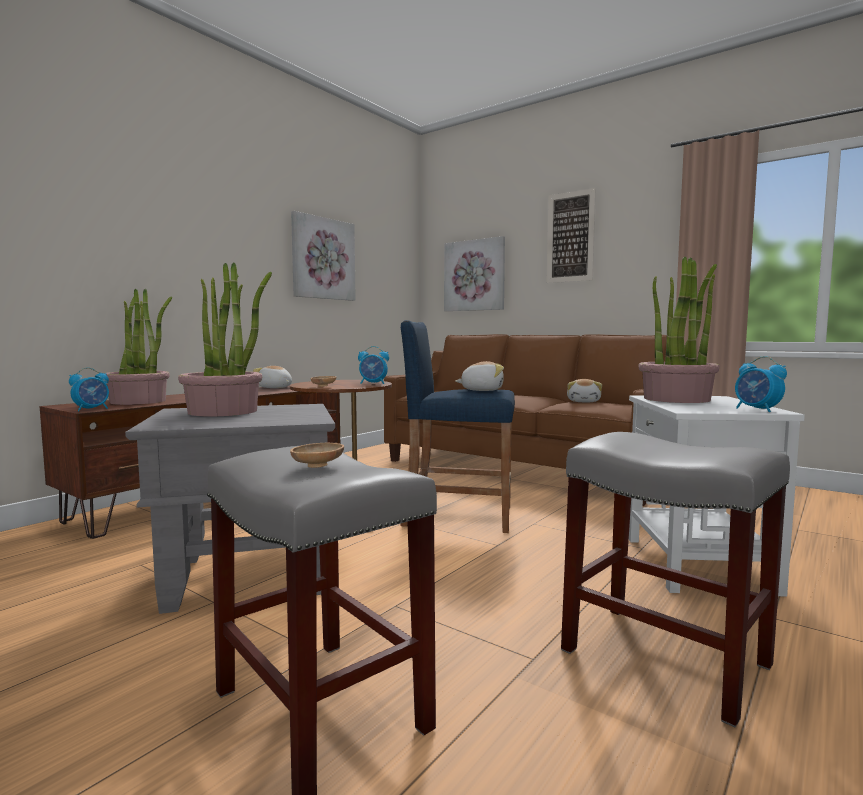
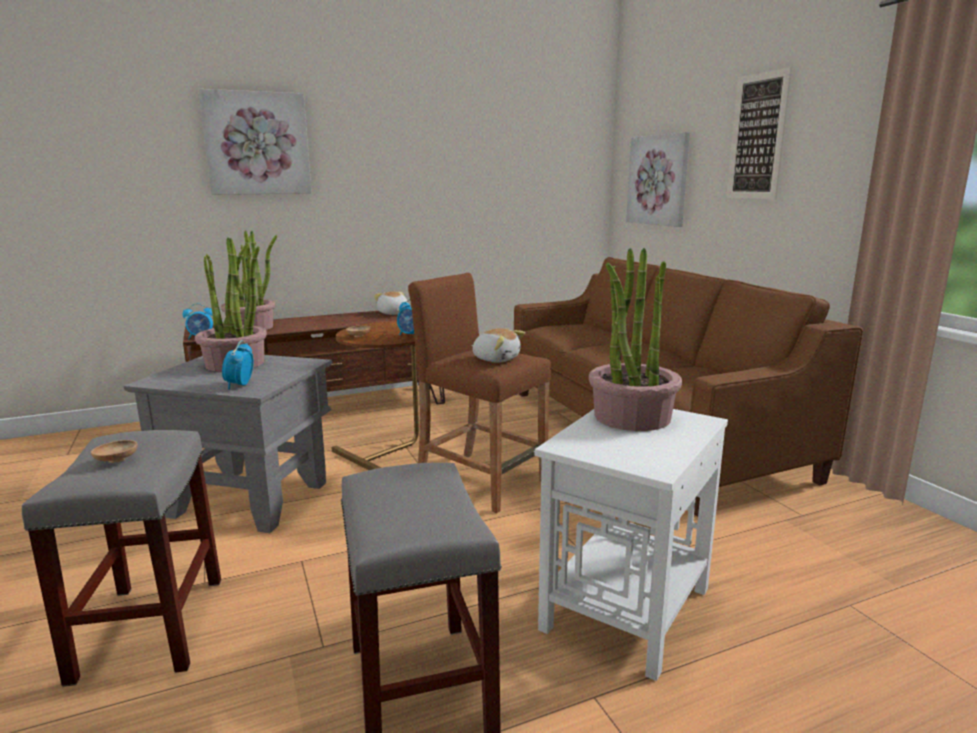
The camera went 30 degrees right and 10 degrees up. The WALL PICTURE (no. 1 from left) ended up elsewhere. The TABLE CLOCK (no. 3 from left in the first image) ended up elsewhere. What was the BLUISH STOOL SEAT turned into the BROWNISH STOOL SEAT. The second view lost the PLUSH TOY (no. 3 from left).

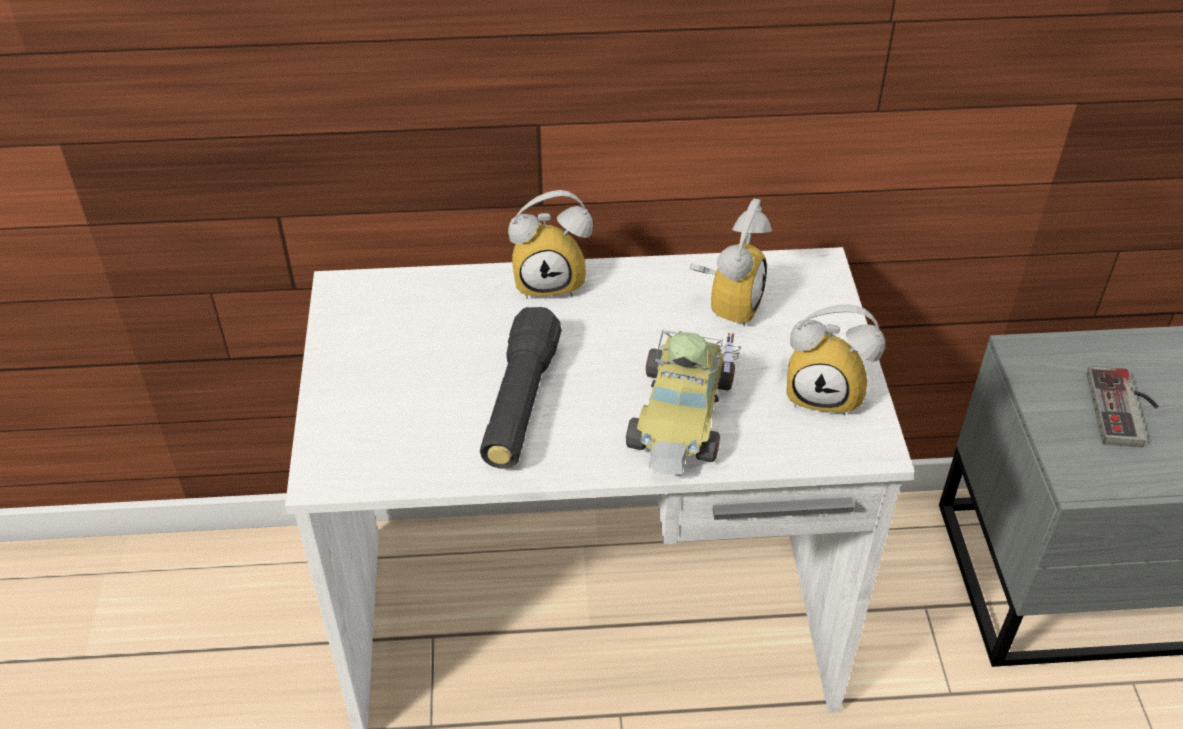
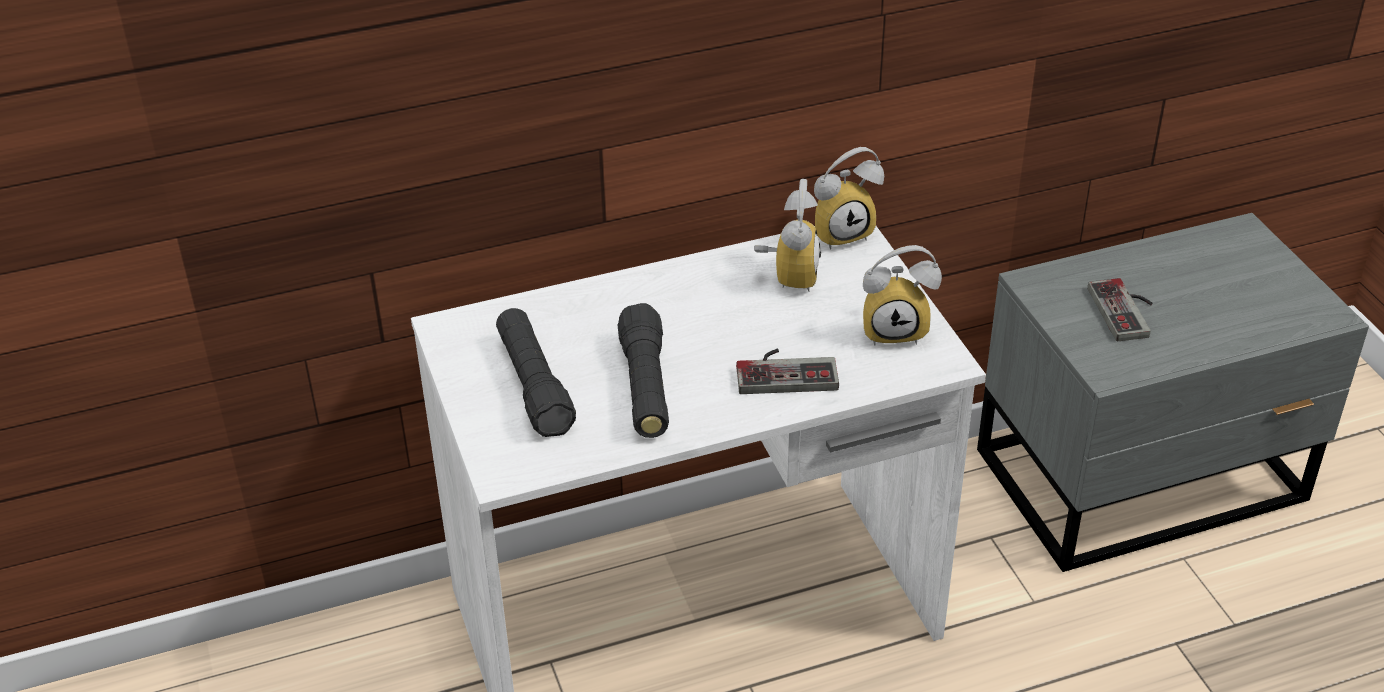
The camera went 15 degrees left and 5 degrees down. The second view gained the BLACKISH TORCH (no. 1 from left). Where the TOY CAR stood, the GAMEPAD (no. 1 from left) came to stand. The TABLE CLOCK (no. 1 from left in the first image) ended up elsewhere.

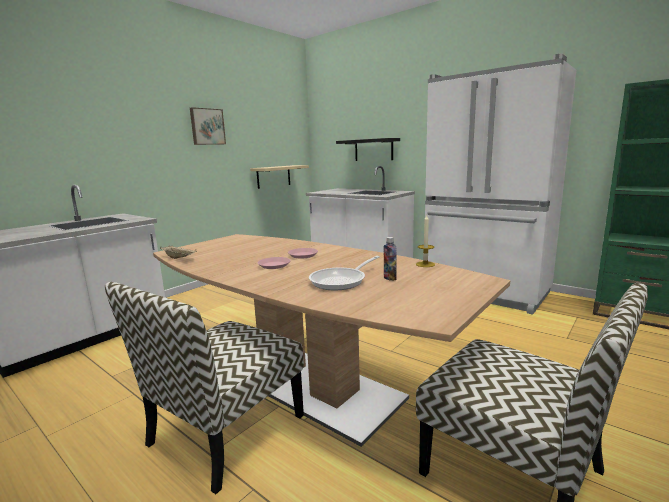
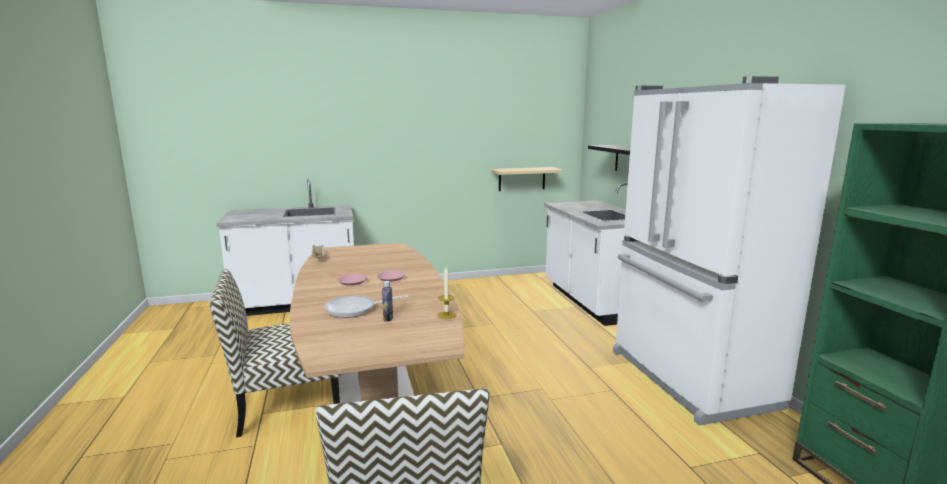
The camera went 35 degrees right and 0 degrees up. The second view lost the WALL PICTURE.

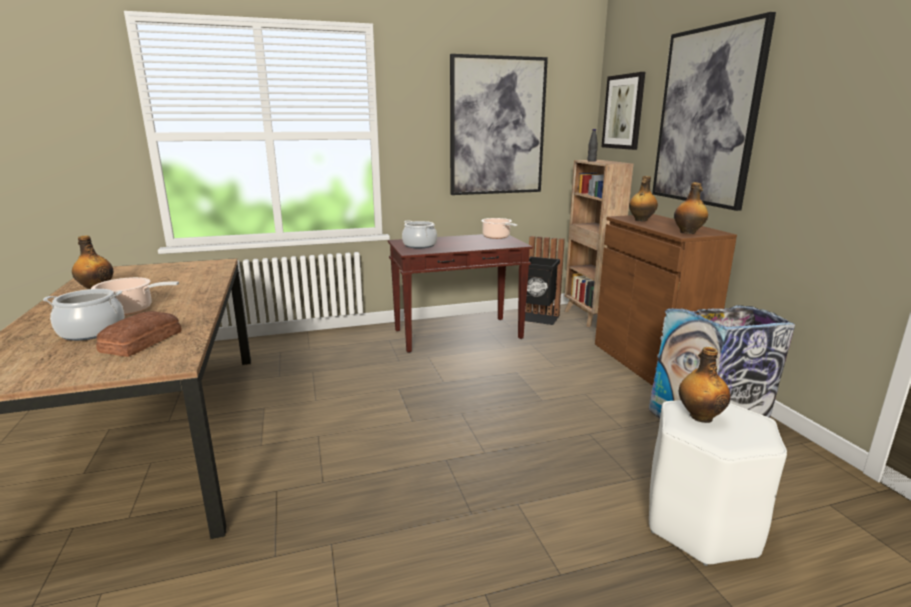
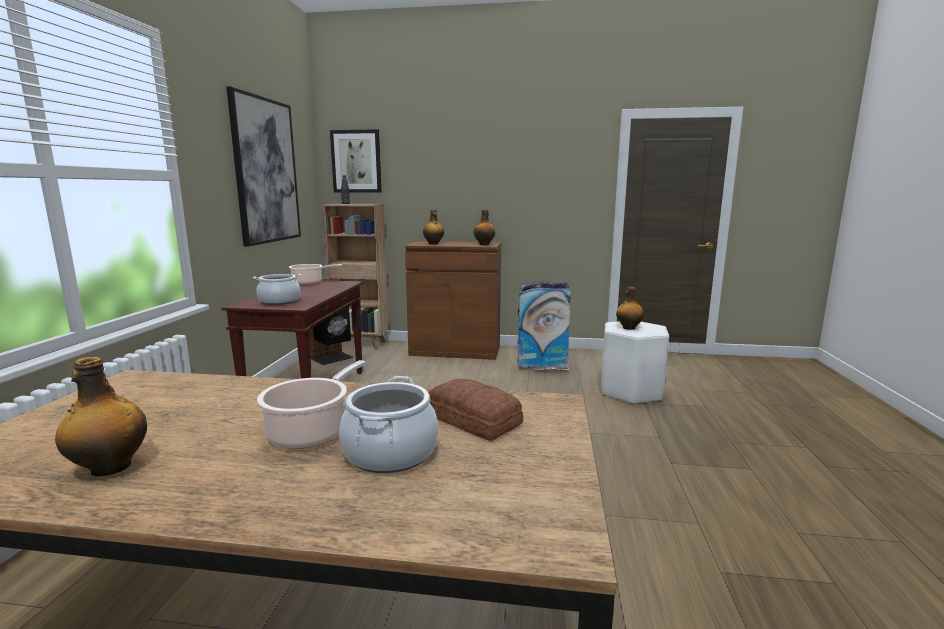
The camera went 65 degrees left and 5 degrees down. The second view lost the WALL PICTURE (no. 3 from left).

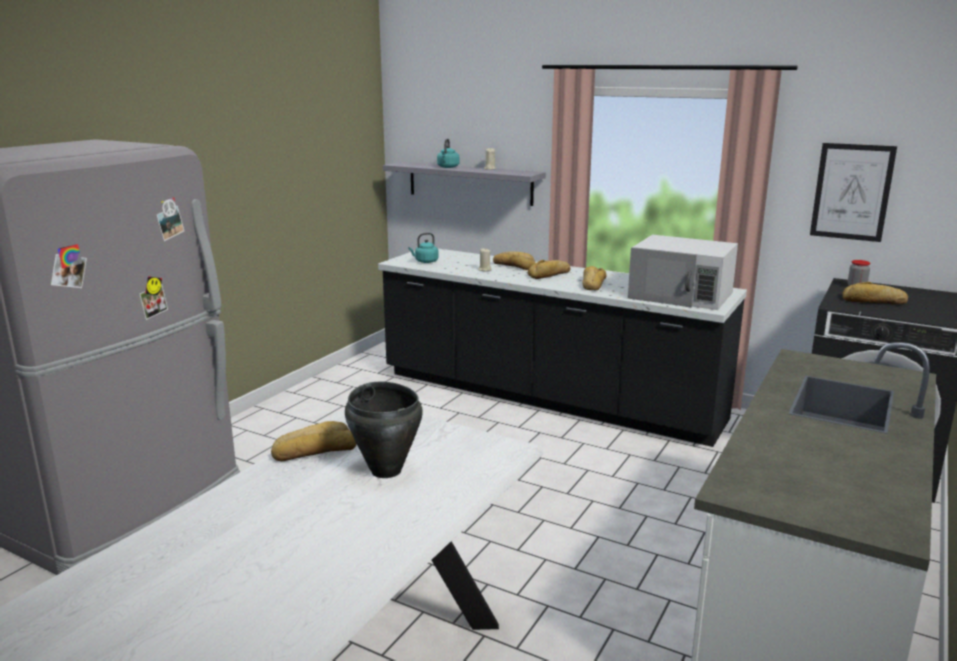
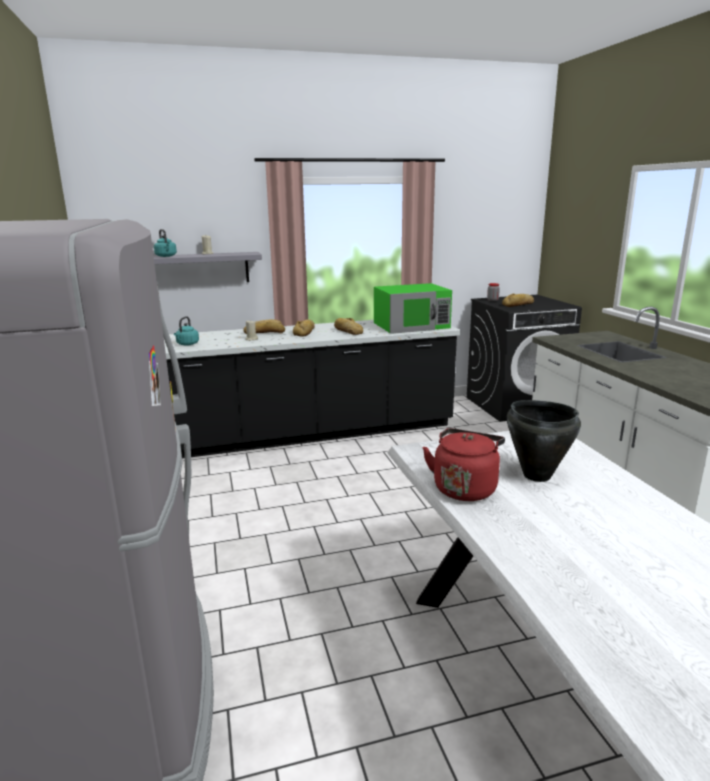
The camera went 45 degrees left and 0 degrees up. What was the WHITE MICROWAVE turned into the GREENISH MICROWAVE. Where the BREAD (no. 1 from left) stood, the RED-COLOURED KETTLE came to stand. The second view lost the WALL PICTURE.

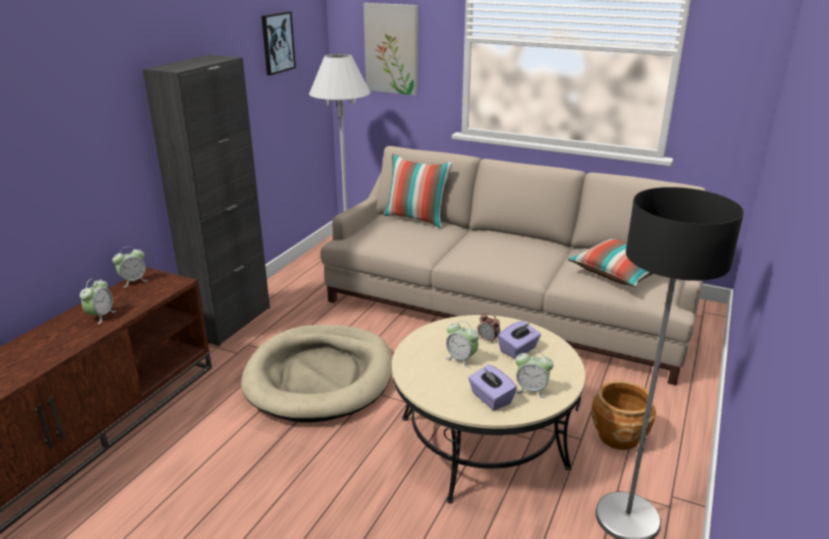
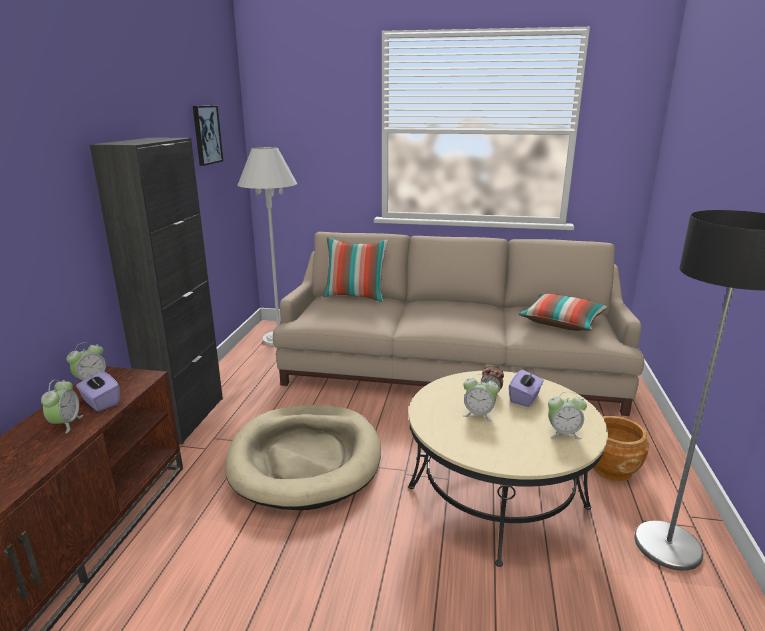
The camera went 15 degrees left and 5 degrees down. The PURPLE-COLOURED BOX OF TISSUES (no. 1 from left) ended up elsewhere. The second view lost the WALL PICTURE (no. 2 from left).

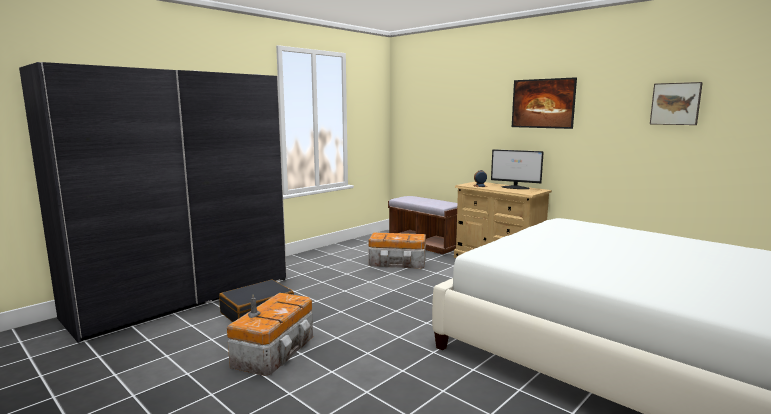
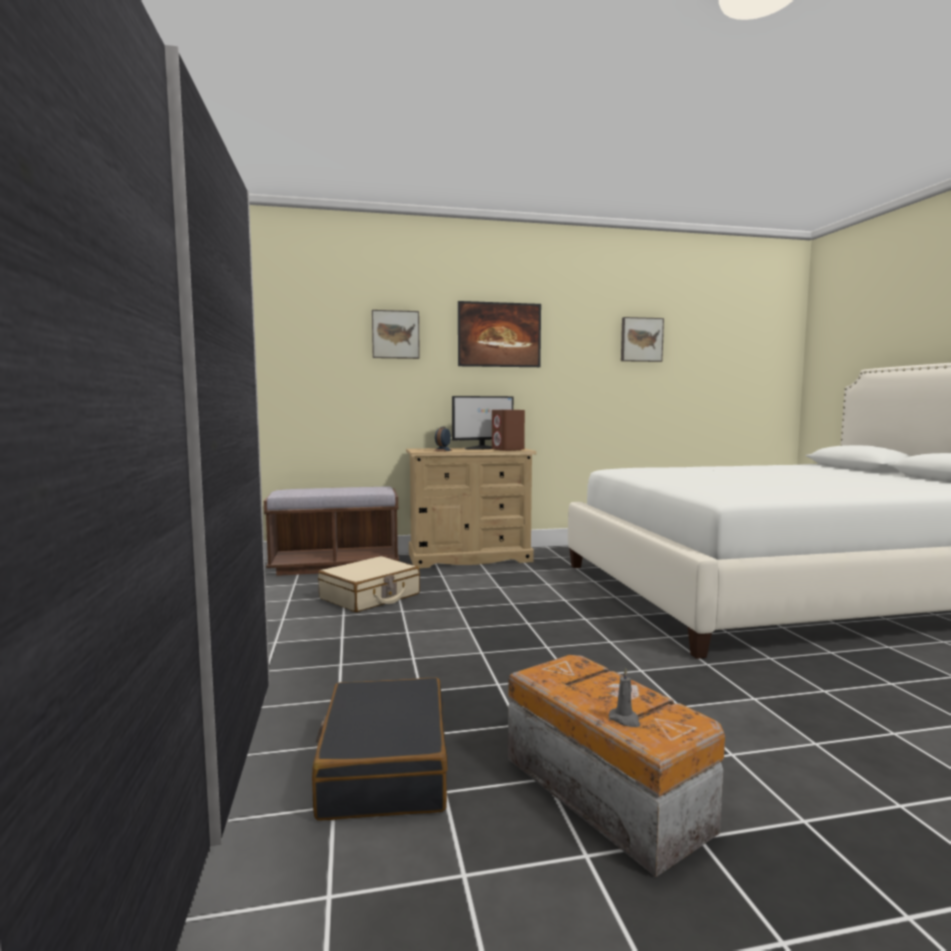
The camera went 55 degrees left and 5 degrees down. Where the STORAGE BIN (no. 2 from left) stood, the SAND-COLOURED SUITCASE came to stand. The second view gained the WALL PICTURE (no. 1 from left). The second view gained the BROWNISH LOUDSPEAKER.

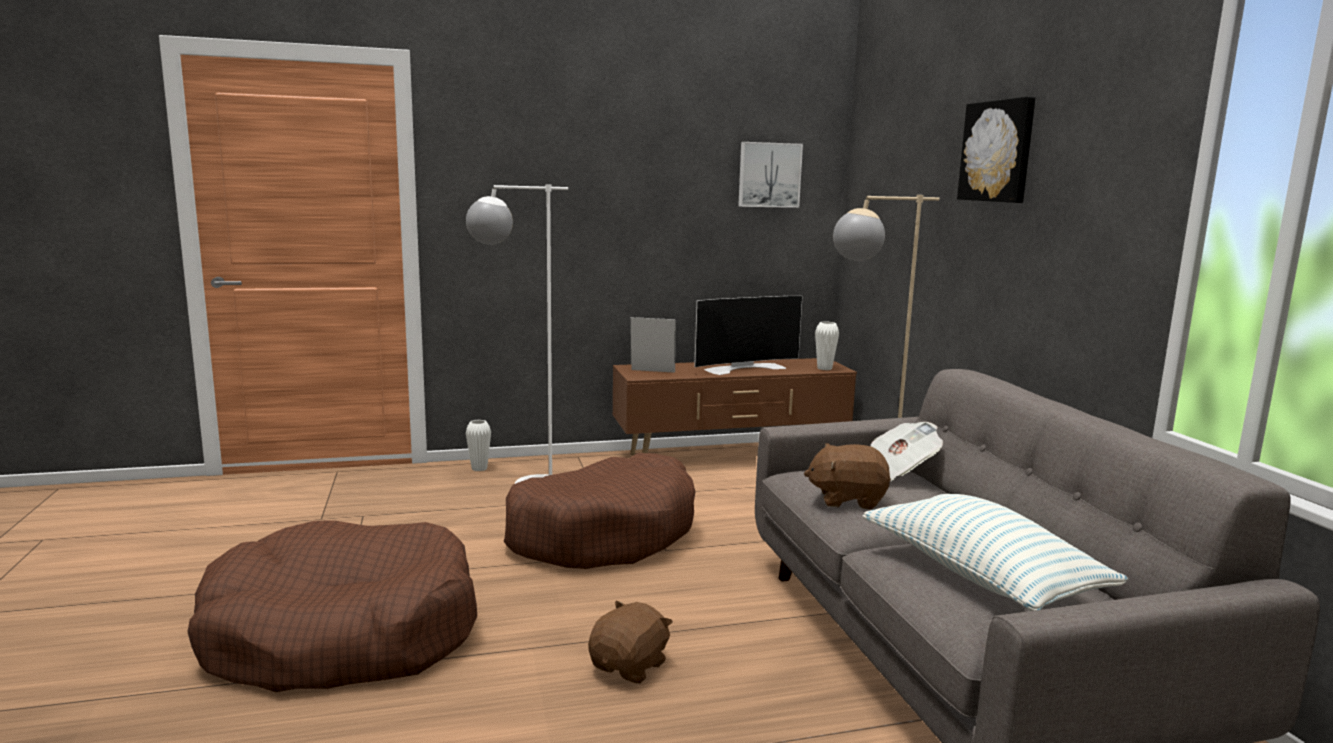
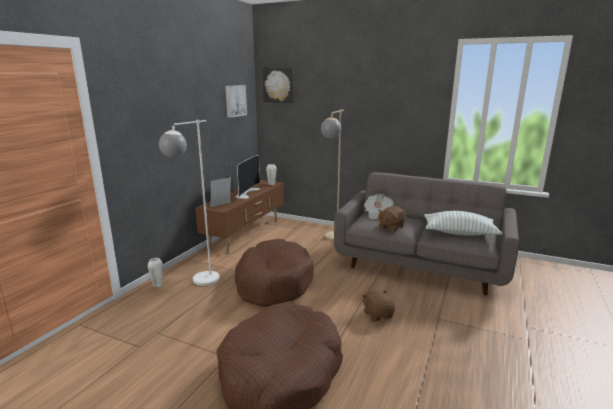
The camera went 50 degrees left and 5 degrees up. The WALL PICTURE (no. 2 from left) ended up elsewhere.

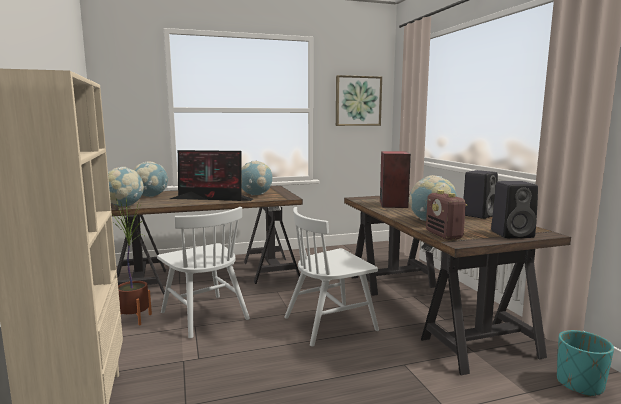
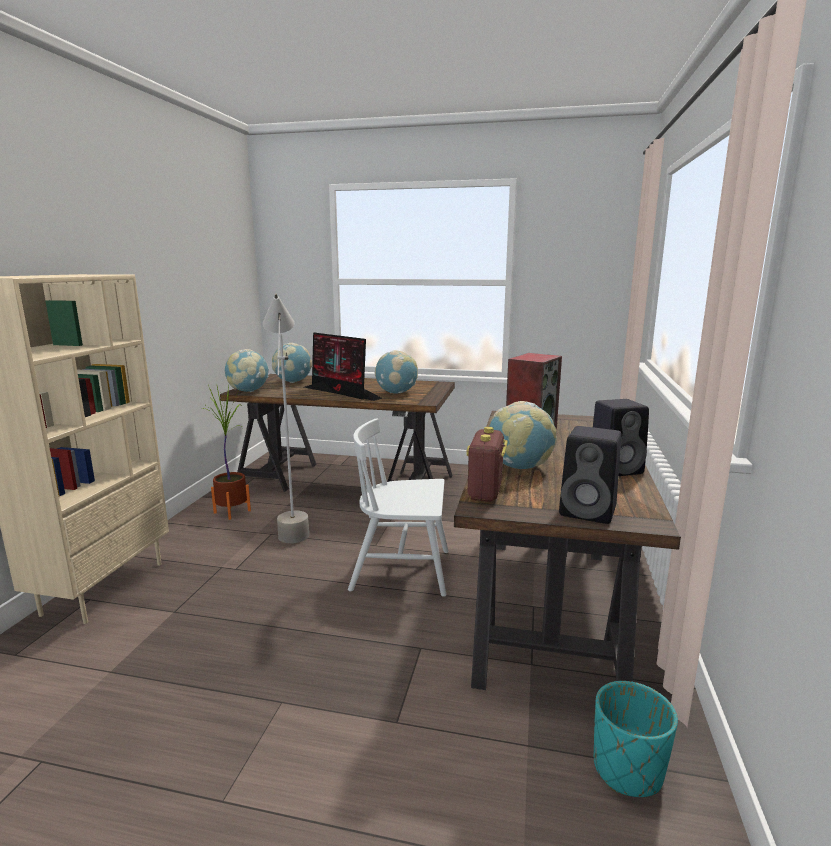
The camera went 30 degrees right and 5 degrees up. Where the WHITE UPRIGHT CHAIR (no. 1 from left) stood, the GREY STANDARD LAMP came to stand. The second view lost the WALL PICTURE.

